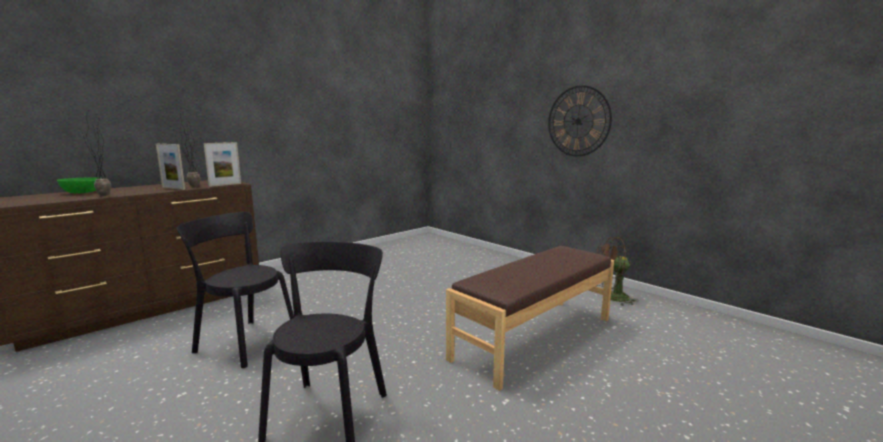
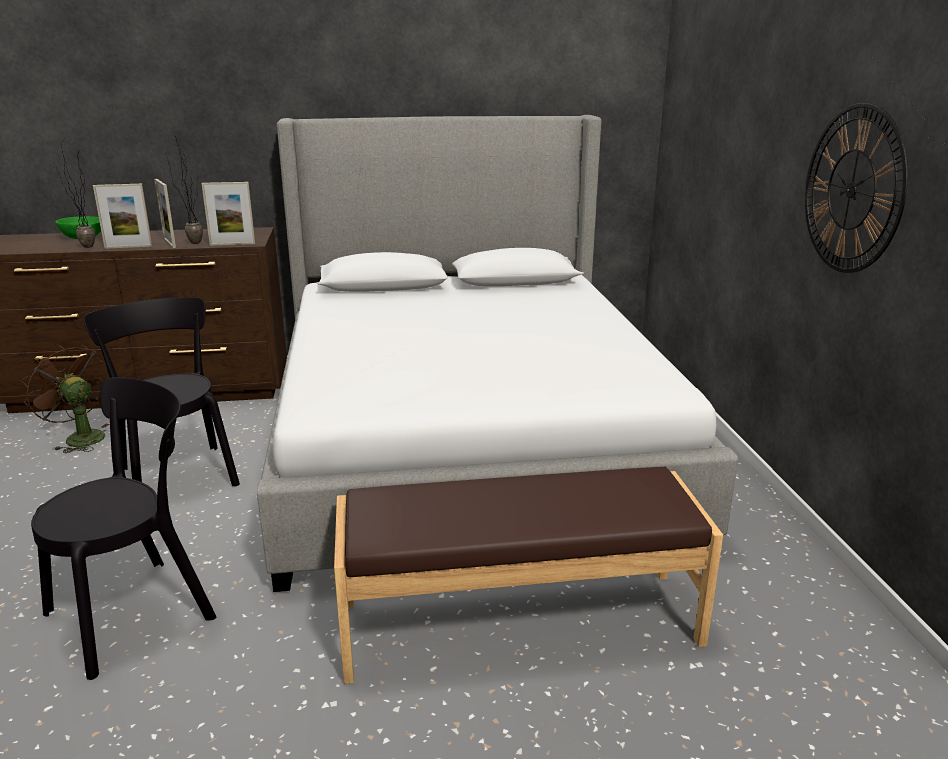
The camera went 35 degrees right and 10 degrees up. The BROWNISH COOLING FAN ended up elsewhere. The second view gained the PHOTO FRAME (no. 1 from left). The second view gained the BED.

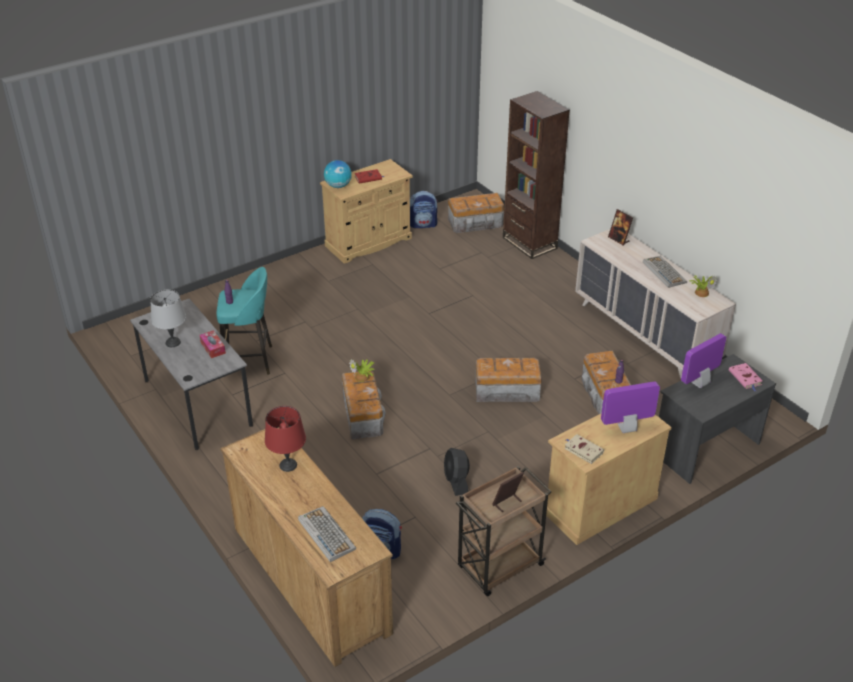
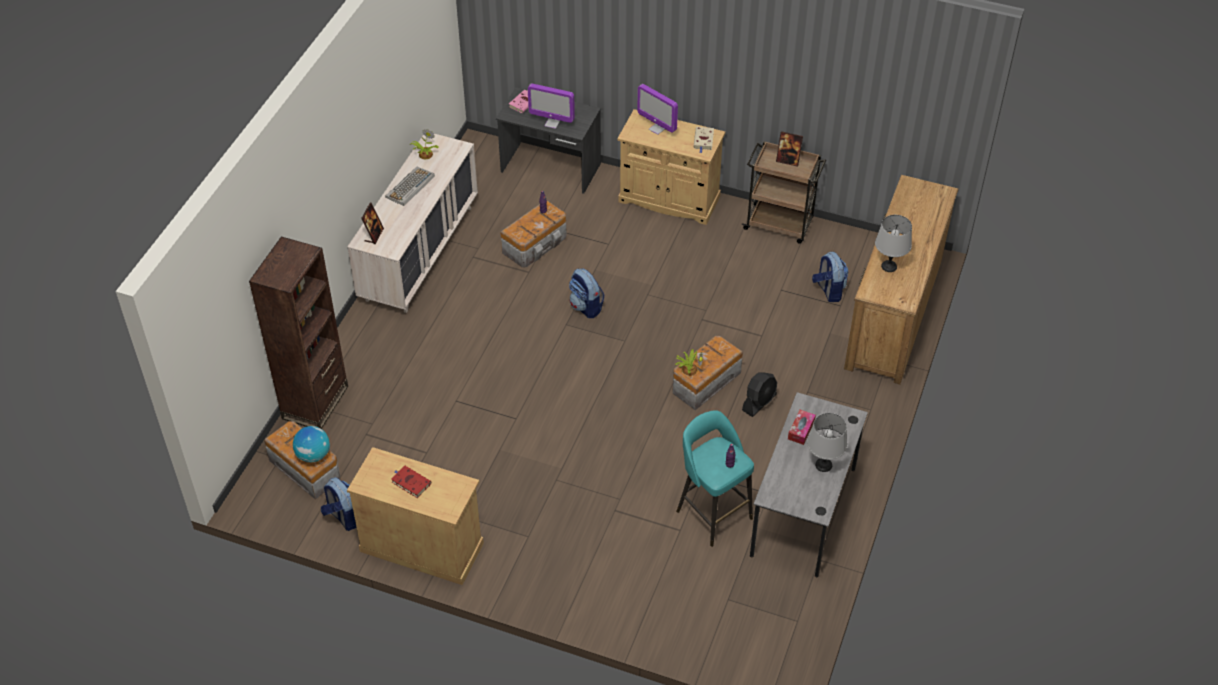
The camera went 125 degrees left and 10 degrees up. The DESK GLOBE ended up elsewhere. Where the STORAGE BIN (no. 3 from left) stood, the KNAPSACK (no. 2 from left) came to stand. The BLACKISH COOLING FAN ended up elsewhere. What was the RED-COLOURED TABLETOP LAMP turned into the GREY TABLETOP LAMP (no. 2 from left). The second view lost the PC KEYBOARD (no. 1 from left).

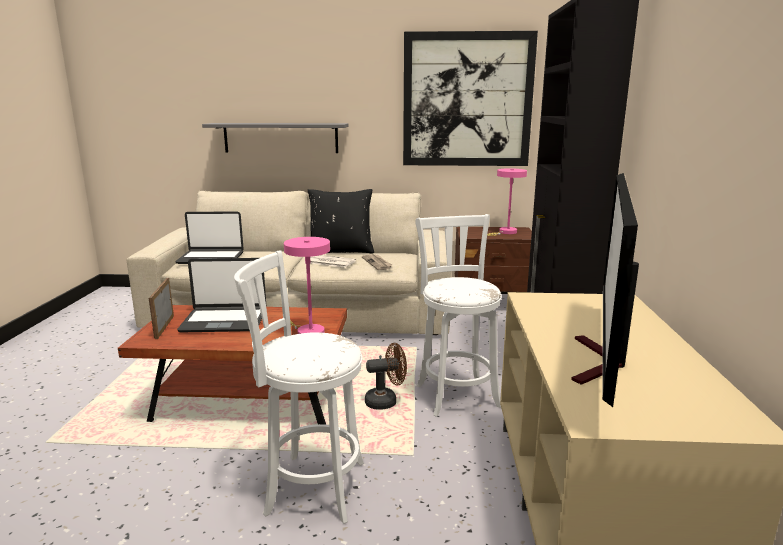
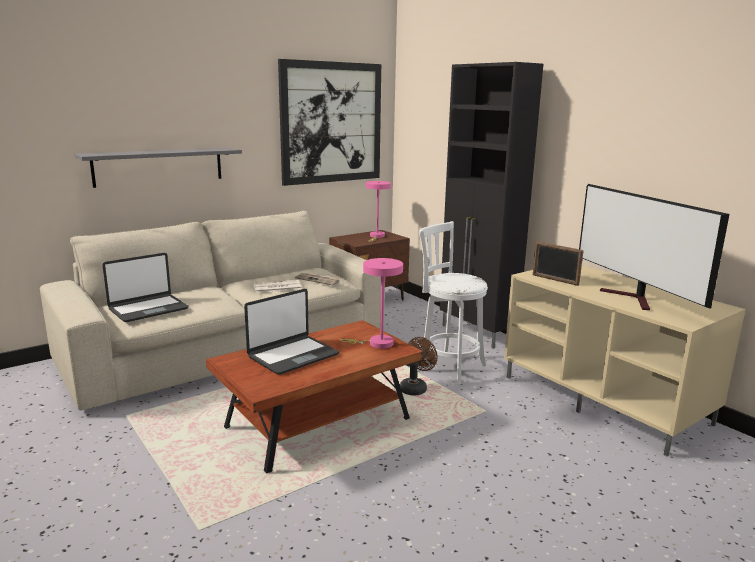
The camera went 40 degrees left and 0 degrees up. The PHOTO FRAME ended up elsewhere. The second view lost the WHITE STOOL SEAT (no. 1 from left). The second view lost the BLACKISH PILLOW.

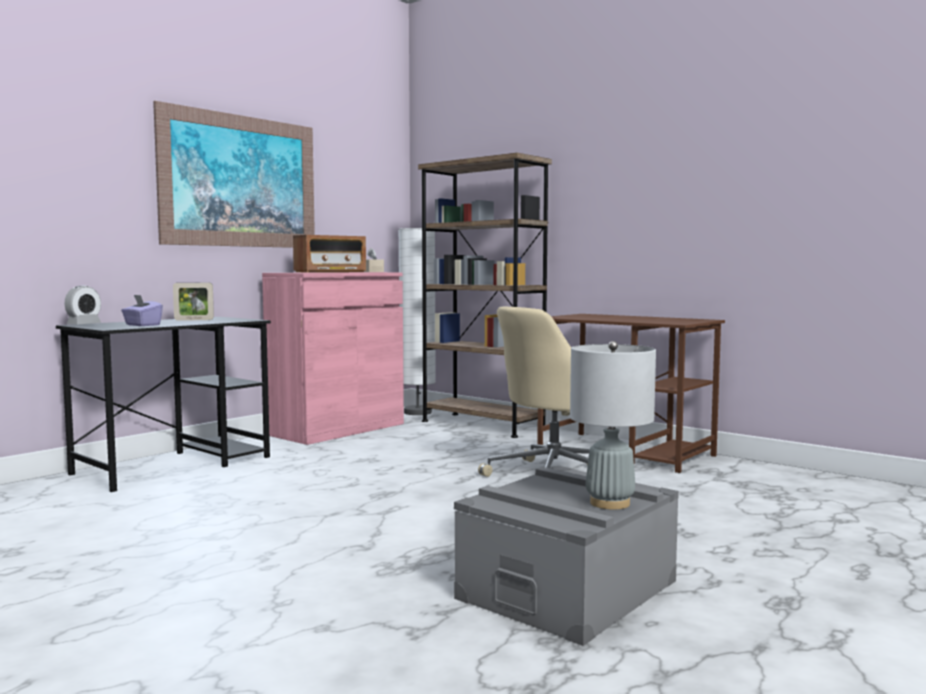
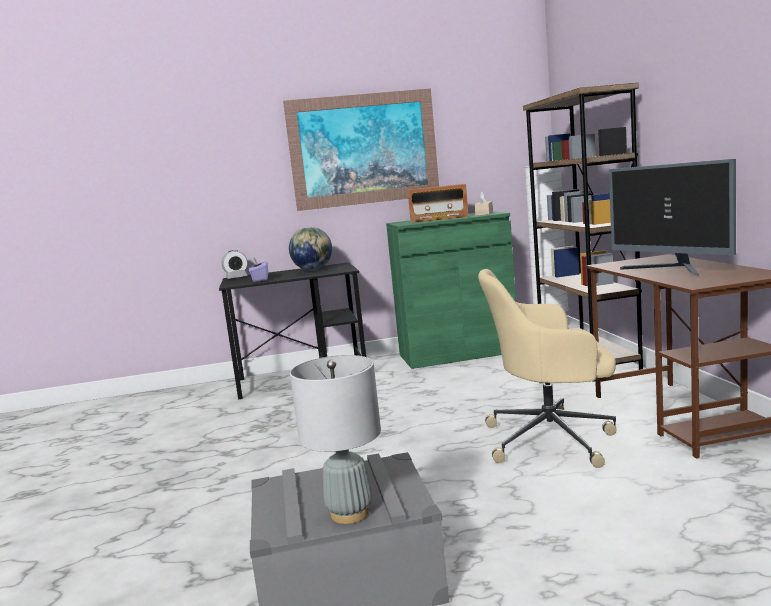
The camera went 40 degrees right and 5 degrees up. Where the PHOTO FRAME stood, the DESK GLOBE came to stand. What was the PINKISH CUPBOARD turned into the GREENISH CUPBOARD. The second view gained the COMPUTER DISPLAY.

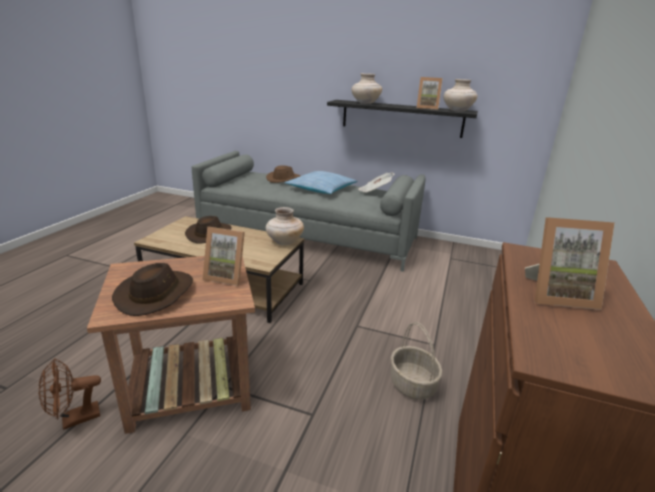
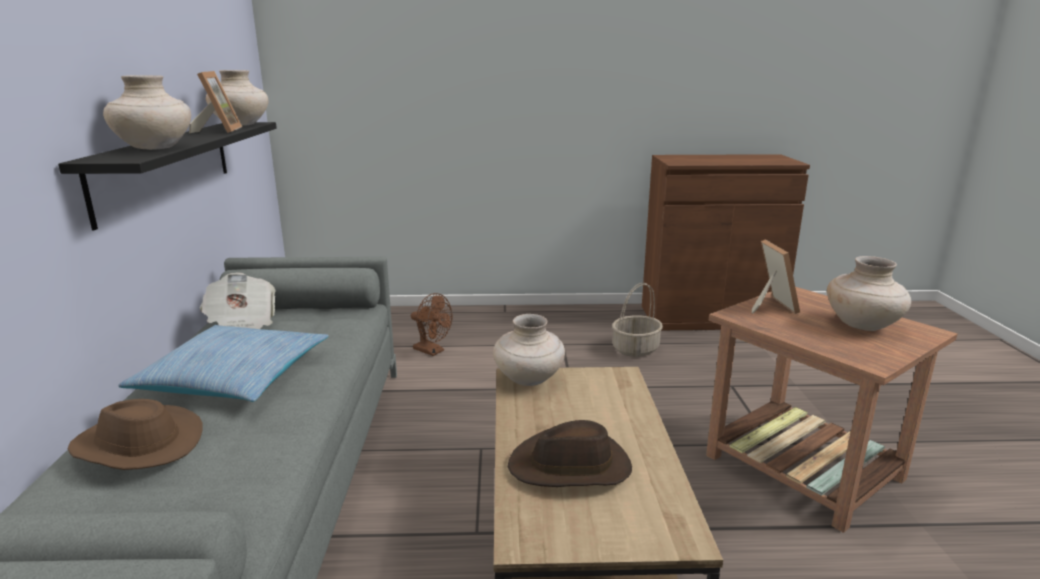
The camera went 110 degrees left and 5 degrees down. The BROWNISH COOLING FAN ended up elsewhere. Where the BROWNISH CLOTHING HAT (no. 1 from left) stood, the SAND-COLOURED VASE (no. 4 from left) came to stand. The second view lost the PHOTO FRAME (no. 3 from left).

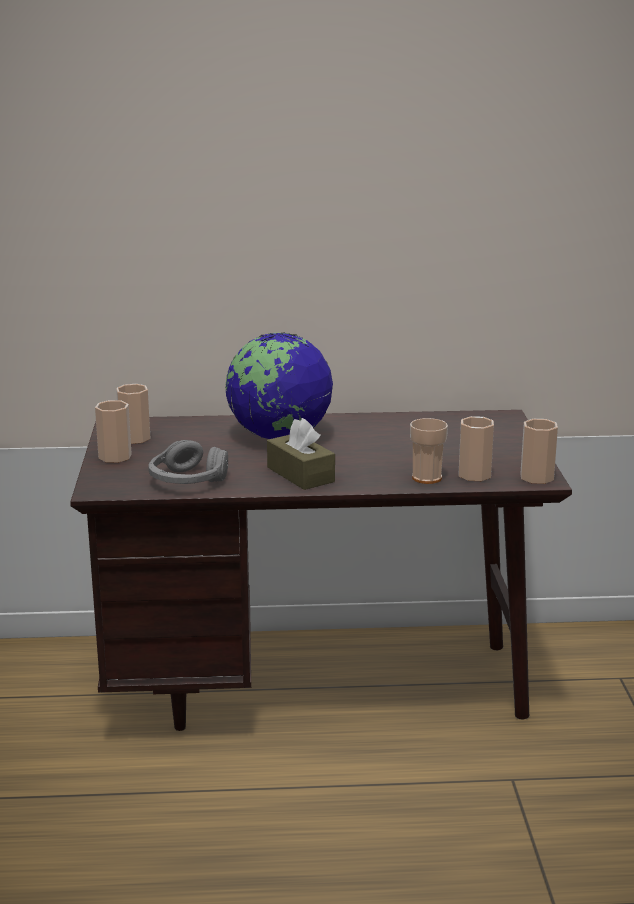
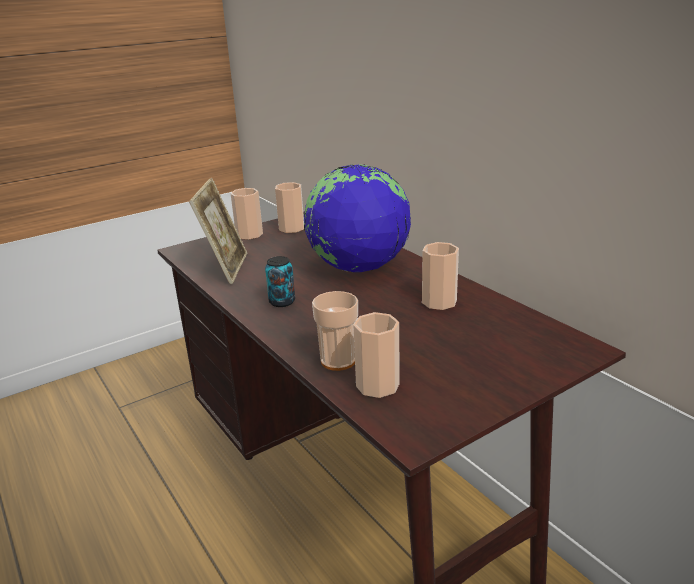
The camera went 60 degrees right and 5 degrees up. Where the GREY PAIR OF HEADPHONES stood, the PHOTO FRAME came to stand. Where the BROWNISH BOX OF TISSUES stood, the SEALED CAN came to stand. The SMALL CUP (no. 5 from left) ended up elsewhere.

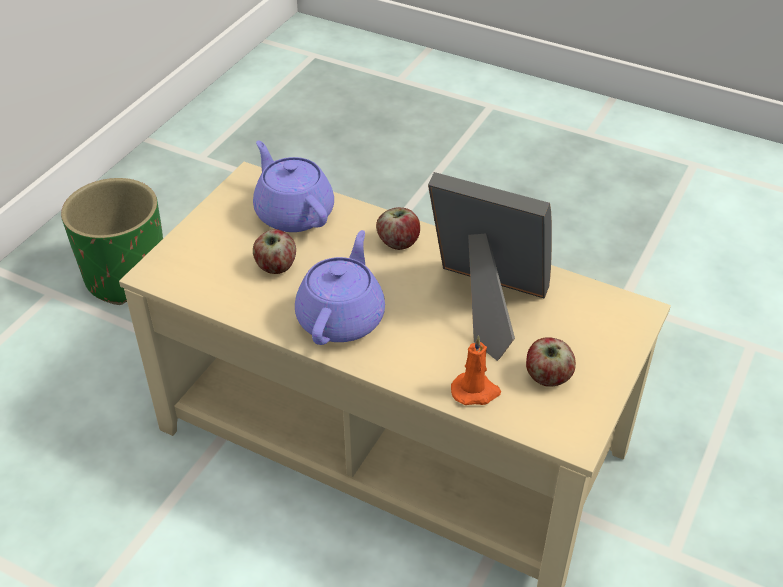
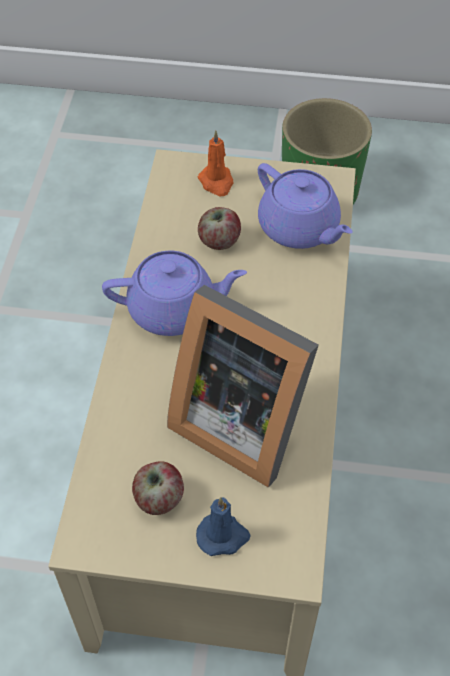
The camera went 70 degrees right and 10 degrees up. The PHOTO FRAME ended up facing another way, 120 degrees clockwise from before. The second view gained the BLUISH WAX LIGHT. The ORANGEY WAX LIGHT ended up elsewhere. The PURPLE-COLOURED POT FOR TEA (no. 1 from left in the first image) ended up facing another way, 105 degrees clockwise from before. The second view lost the WHOLE APPLE (no. 2 from left).

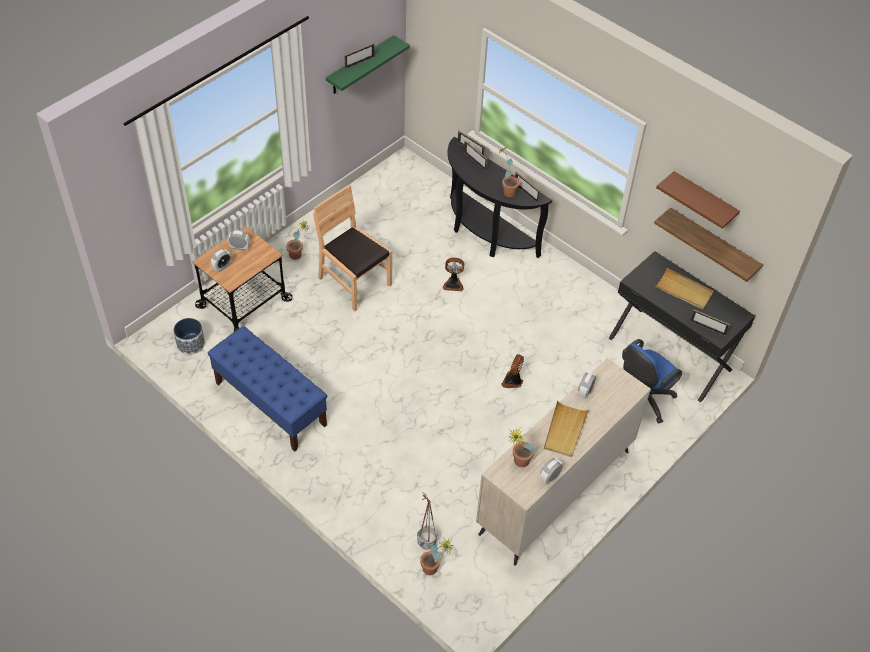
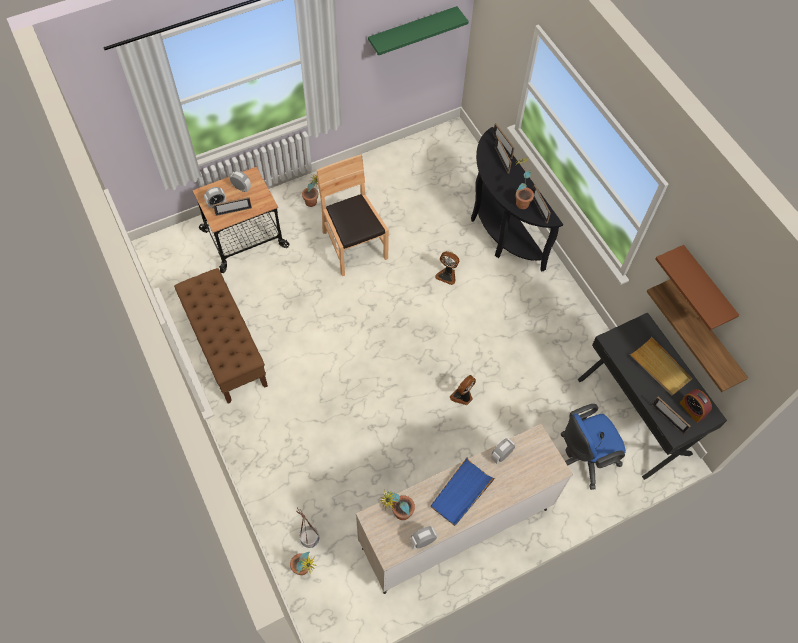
The camera went 20 degrees right and 10 degrees up. What was the BLUISH BENCH turned into the BROWNISH BENCH. The PHOTO FRAME (no. 1 from left) ended up elsewhere. What was the SAND-COLOURED CARRYING TRAY (no. 1 from left) turned into the BLUISH CARRYING TRAY. The second view gained the TABLE CLOCK (no. 5 from left). The second view lost the PLANTER (no. 1 from left).

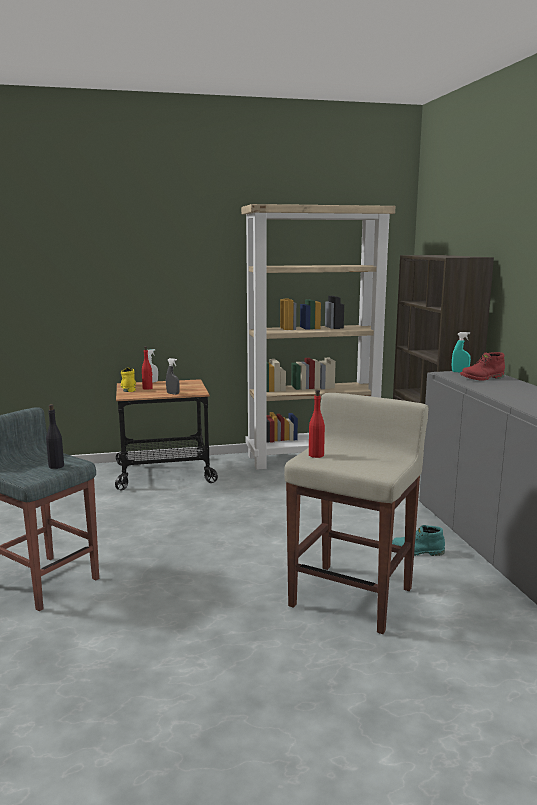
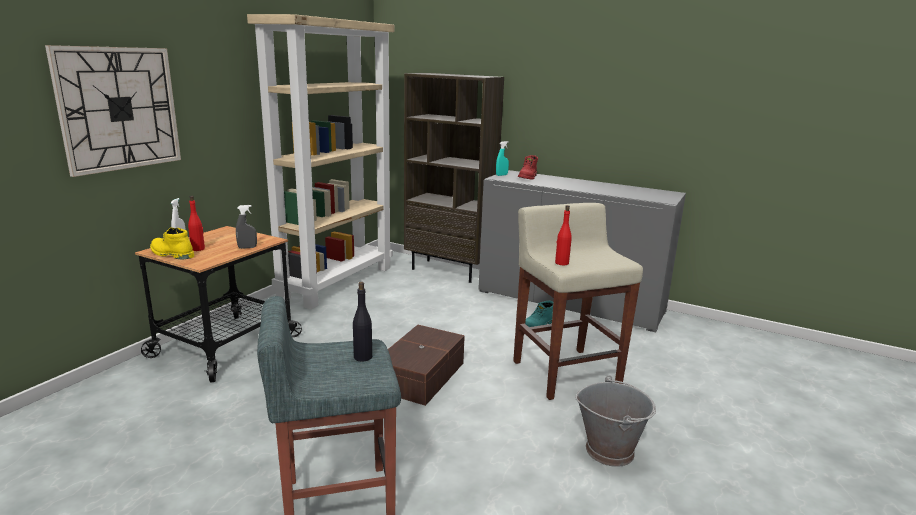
The camera went 50 degrees left and 5 degrees up. The second view gained the HANGING CLOCK. The second view gained the BROWNISH STORAGE BIN. The second view gained the GREY BUCKET.

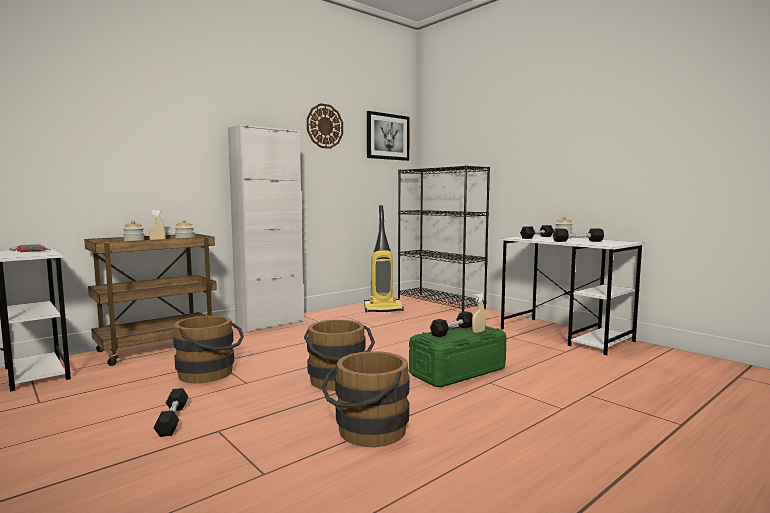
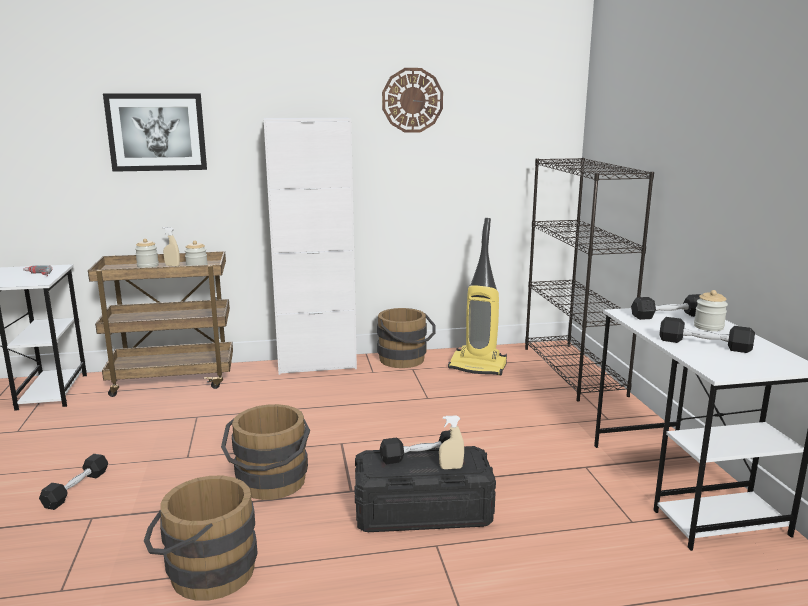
The camera went 30 degrees right and 10 degrees up. The WALL PICTURE ended up elsewhere. What was the GREENISH STORAGE BIN turned into the BLACKISH STORAGE BIN. The BROWNISH BUCKET (no. 1 from left in the first image) ended up elsewhere.

